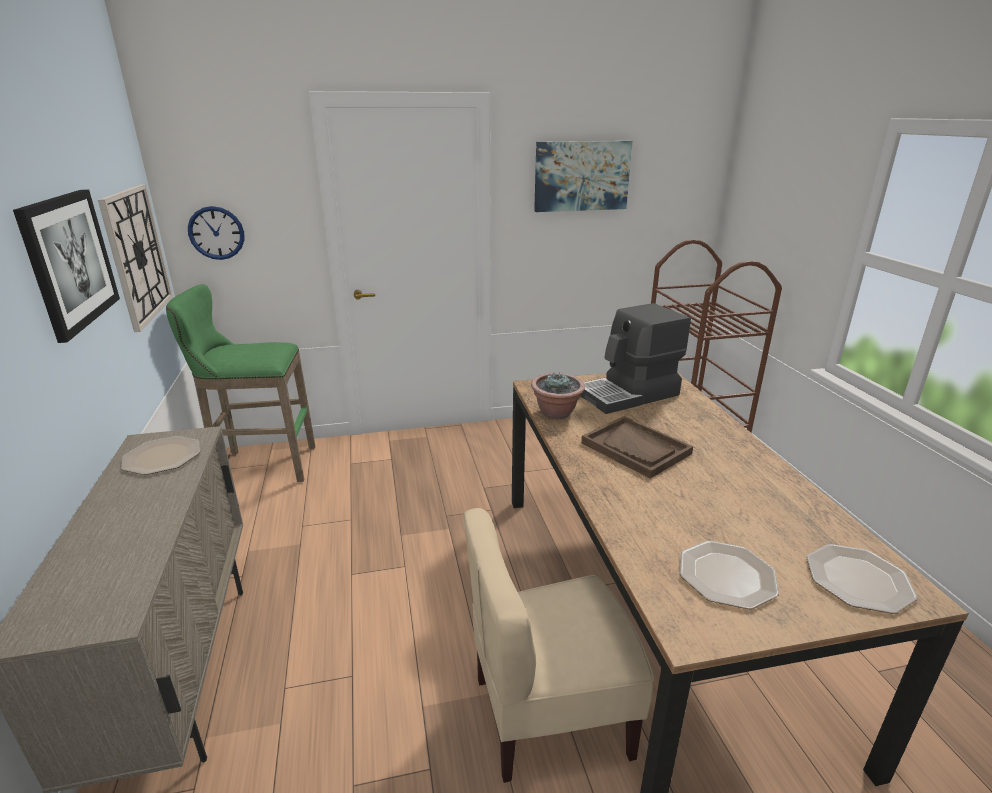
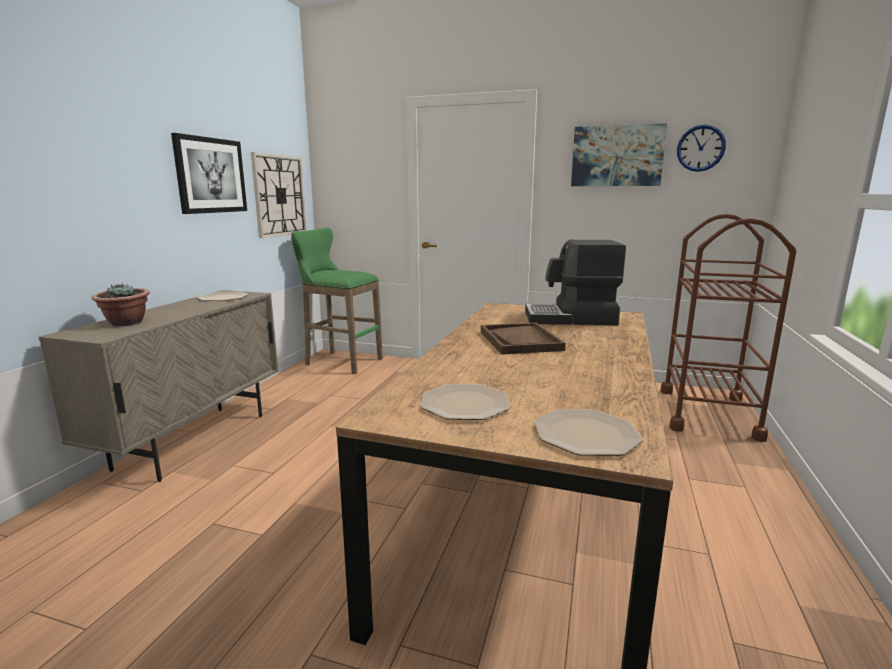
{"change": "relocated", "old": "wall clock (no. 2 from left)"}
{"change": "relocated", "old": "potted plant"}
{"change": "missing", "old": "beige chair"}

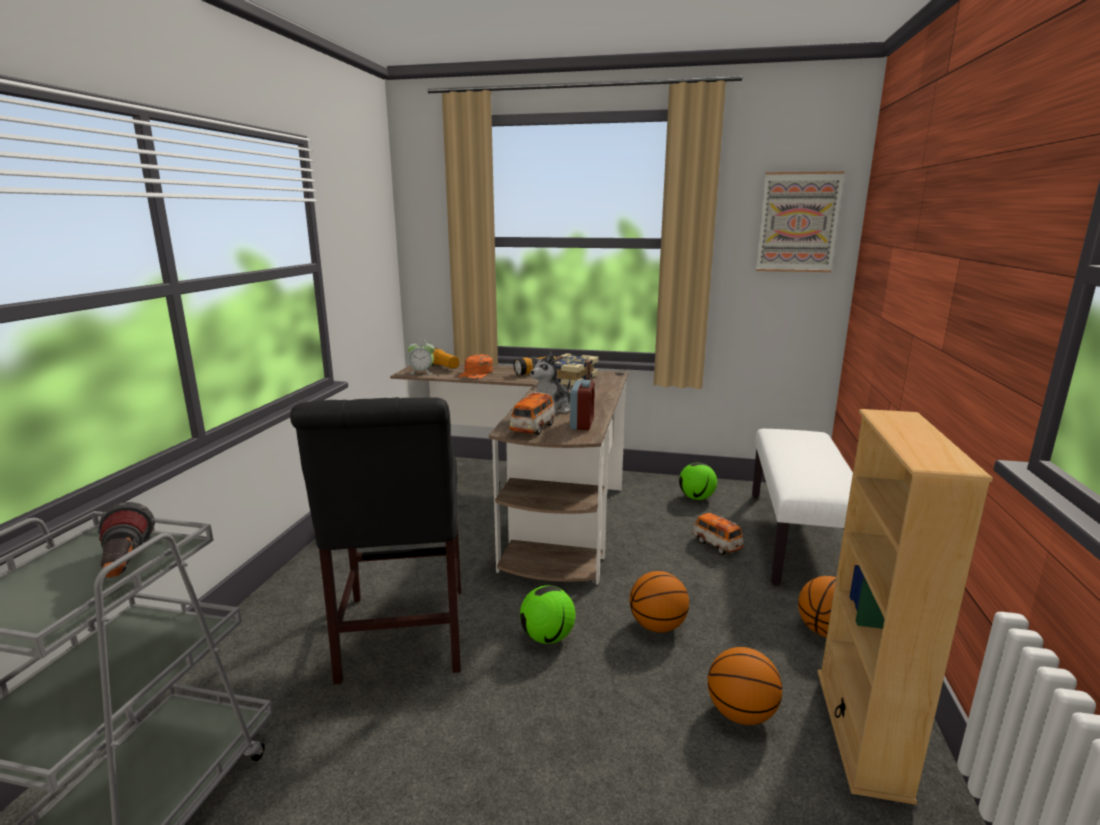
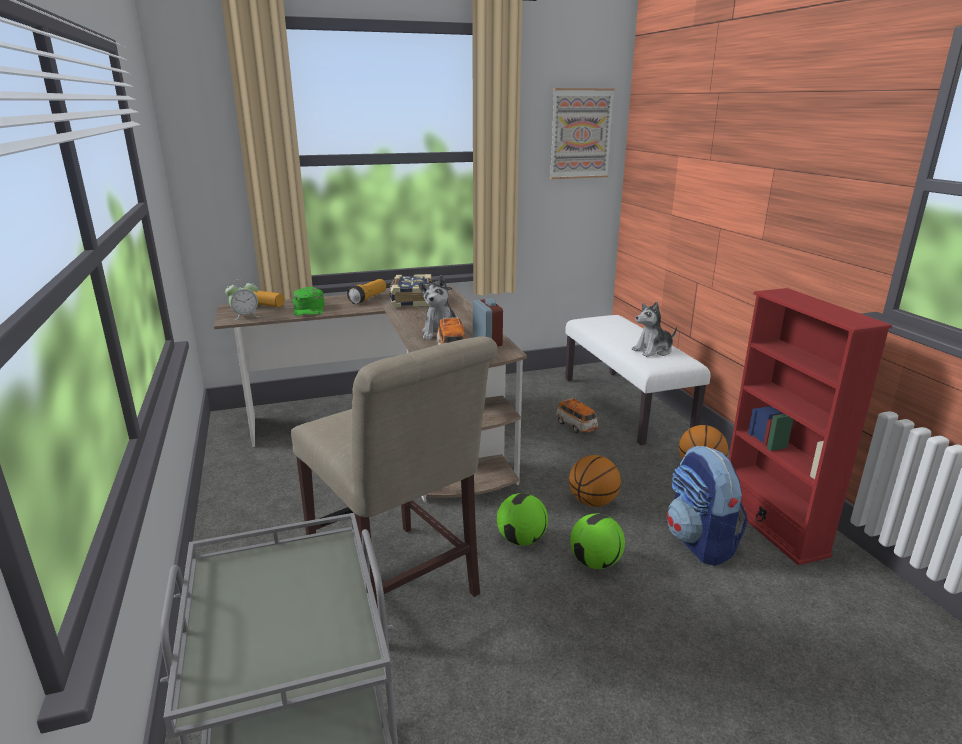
{"change": "colour", "old": "orange cap", "new": "green cap"}
{"change": "colour", "old": "black chair", "new": "beige chair"}
{"change": "colour", "old": "beige bookcase", "new": "red bookcase"}
{"change": "relocated", "old": "football (no. 2 from left)"}
{"change": "missing", "old": "flashlight (no. 1 from left)"}
{"change": "spun", "old": "toy car (no. 2 from left)", "degrees": -150}
{"change": "exchanged", "old": "basketball (no. 2 from left)", "new": "backpack"}
{"change": "appeared", "new": "plush toy (no. 2 from left)"}

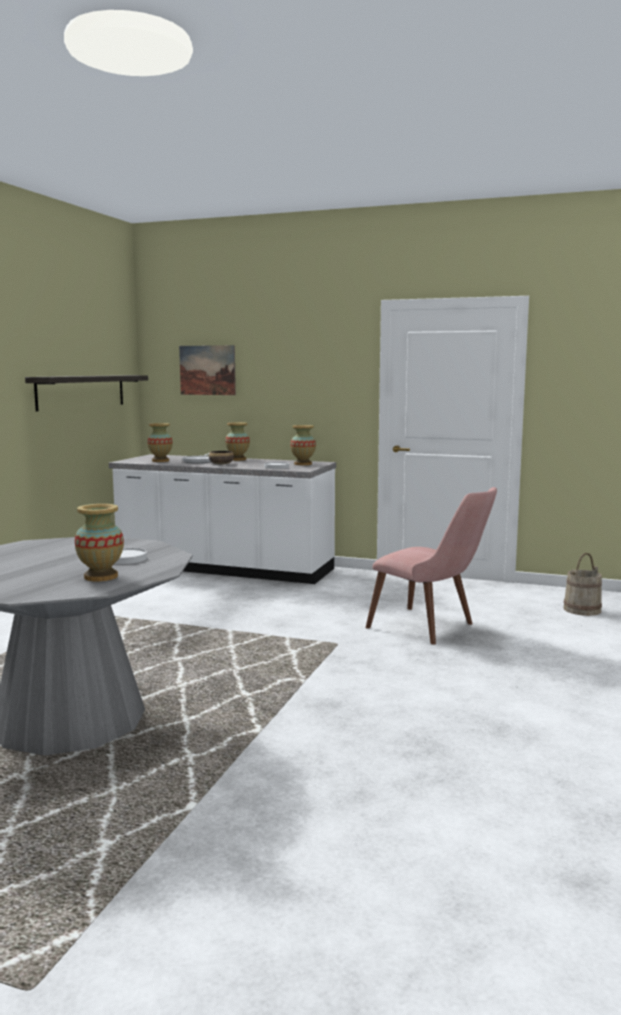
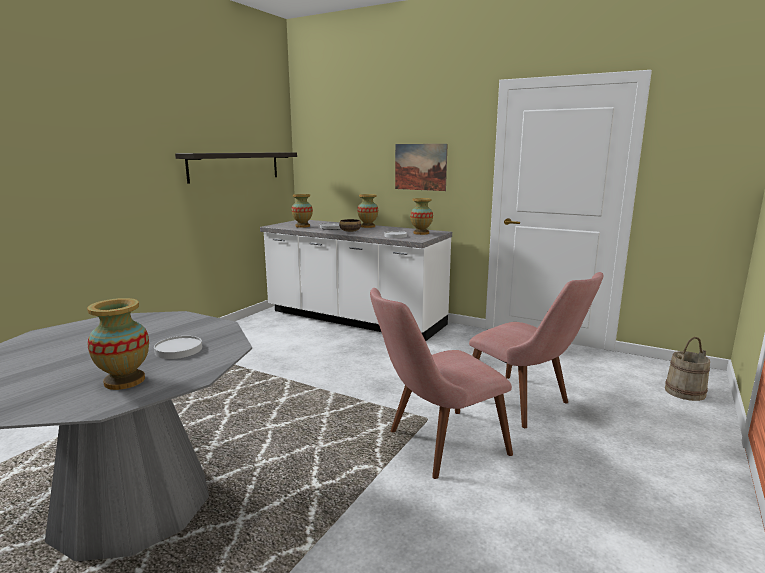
{"change": "relocated", "old": "picture"}
{"change": "appeared", "new": "pink chair (no. 1 from left)"}

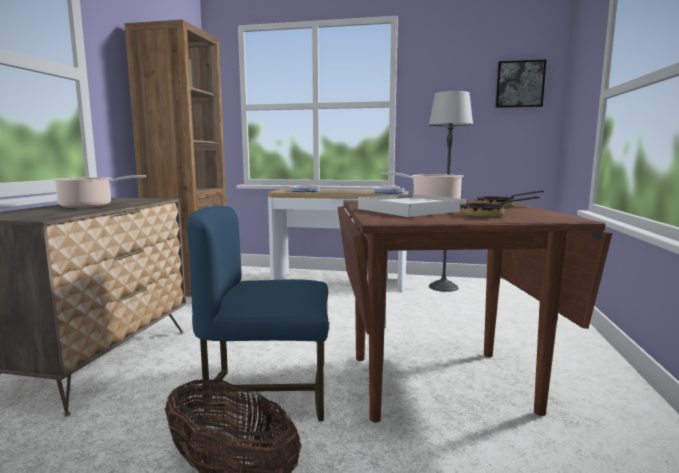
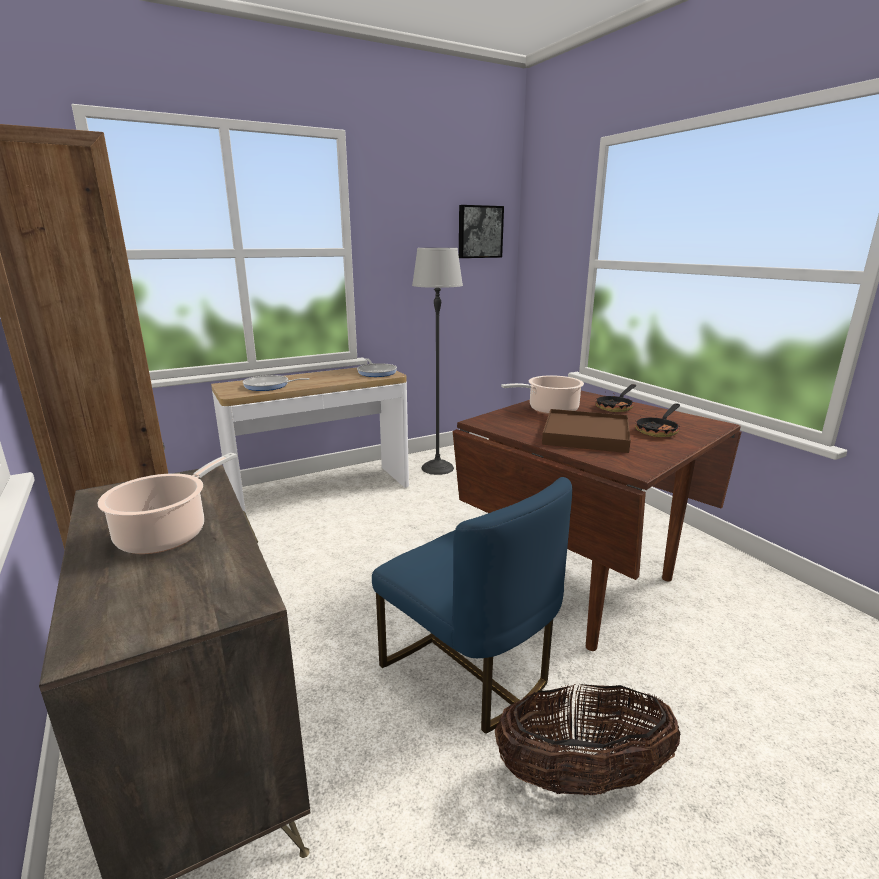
{"change": "colour", "old": "white tray", "new": "brown tray"}
{"change": "spun", "old": "blue chair", "degrees": -90}

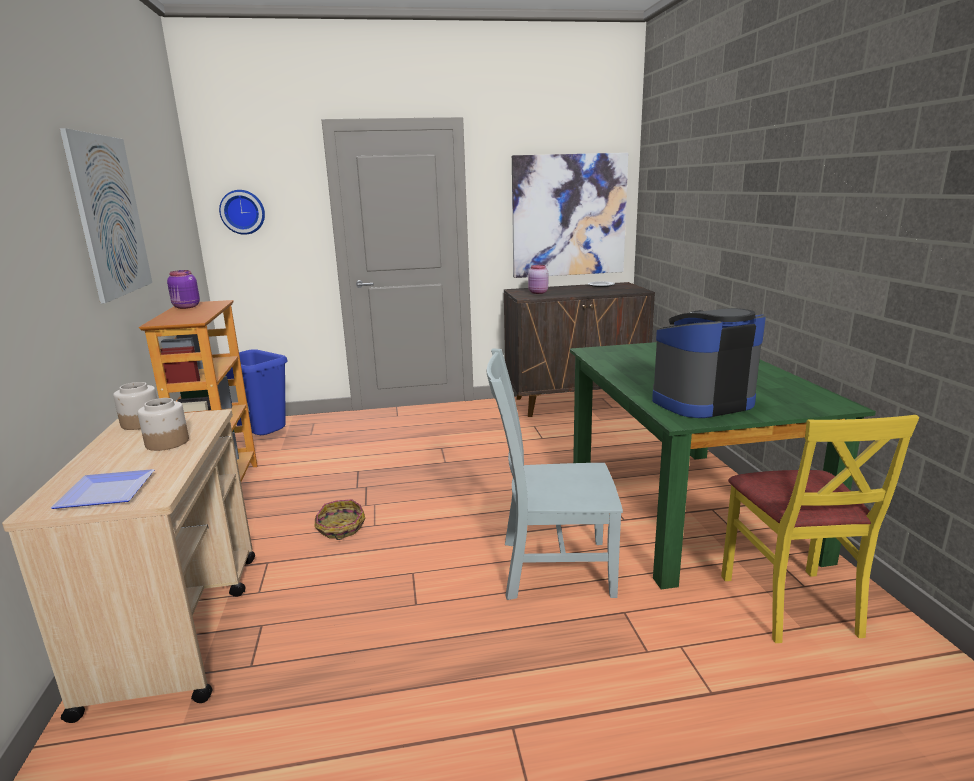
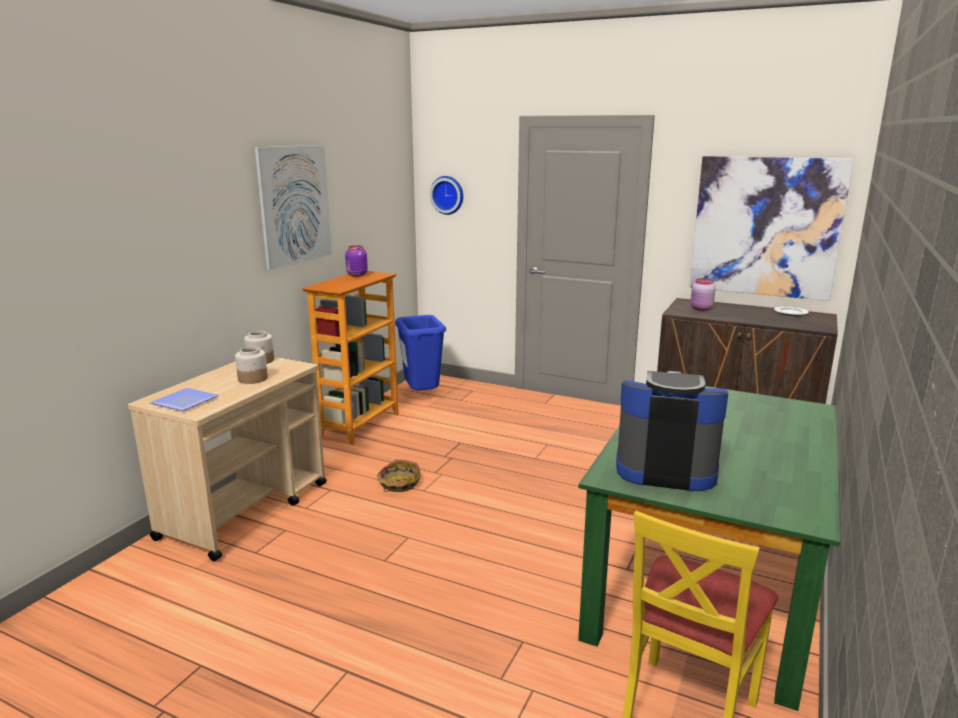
{"change": "missing", "old": "grey chair"}

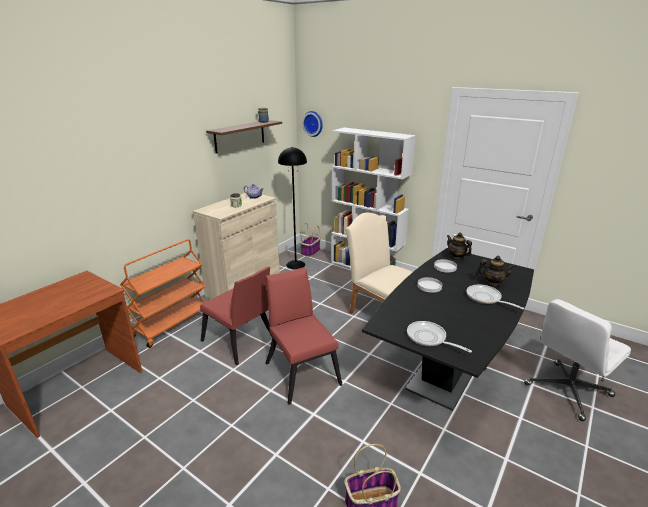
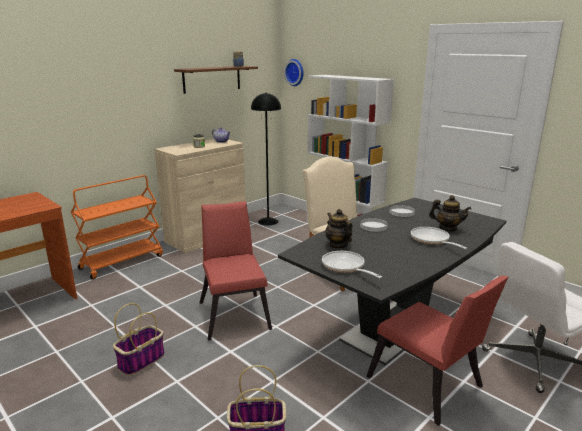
{"change": "relocated", "old": "basket (no. 1 from left)"}
{"change": "relocated", "old": "teapot (no. 2 from left)"}
{"change": "relocated", "old": "red chair (no. 1 from left in the first image)", "new": "red chair (no. 2 from left)"}

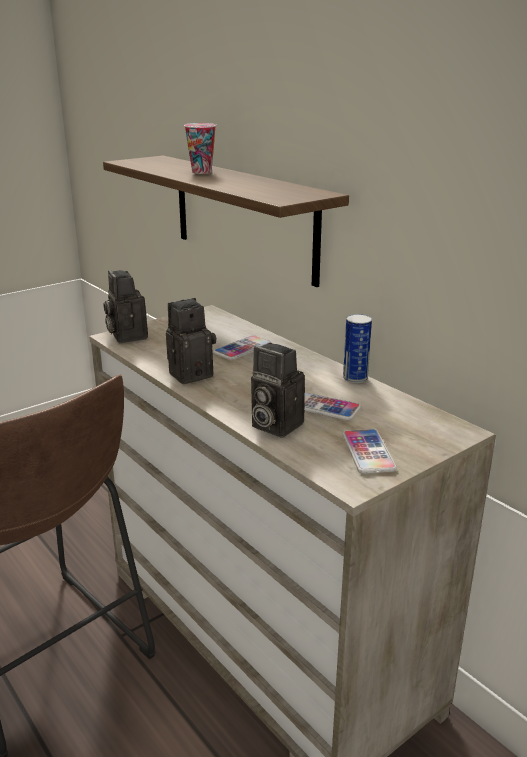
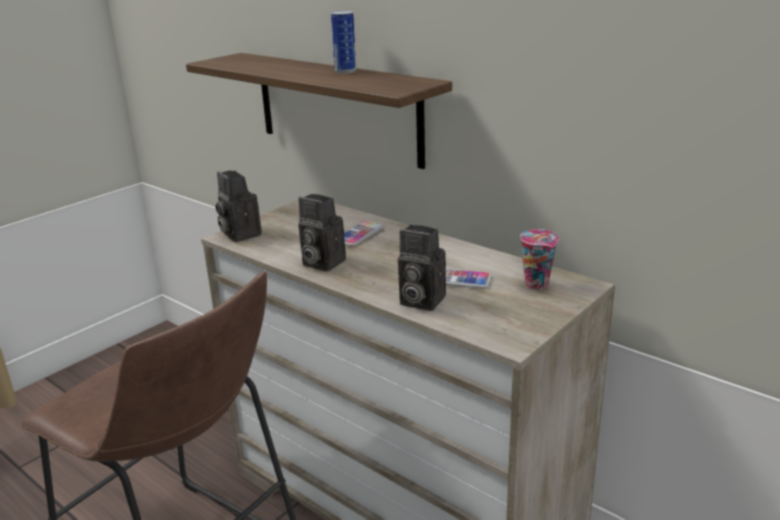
{"change": "relocated", "old": "cup"}
{"change": "spun", "old": "photo camera (no. 2 from left)", "degrees": -105}
{"change": "relocated", "old": "can"}
{"change": "missing", "old": "phone (no. 3 from left)"}

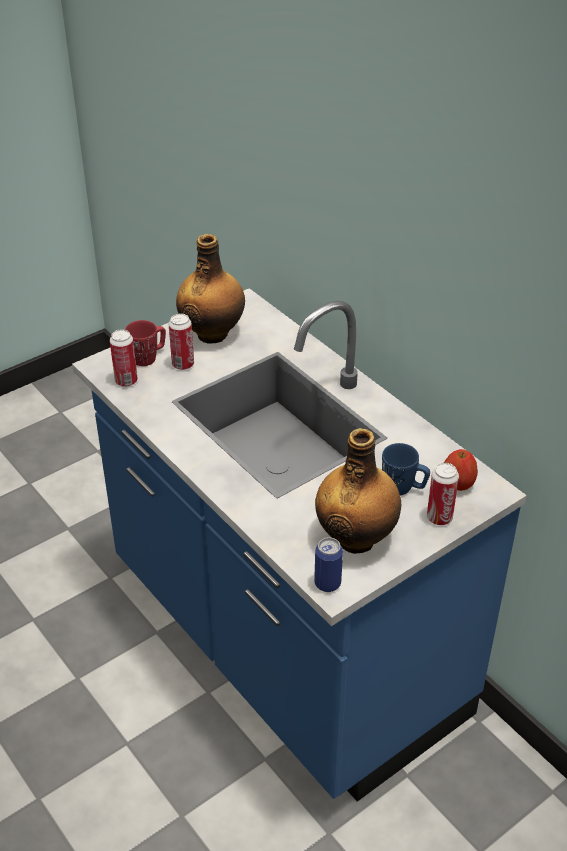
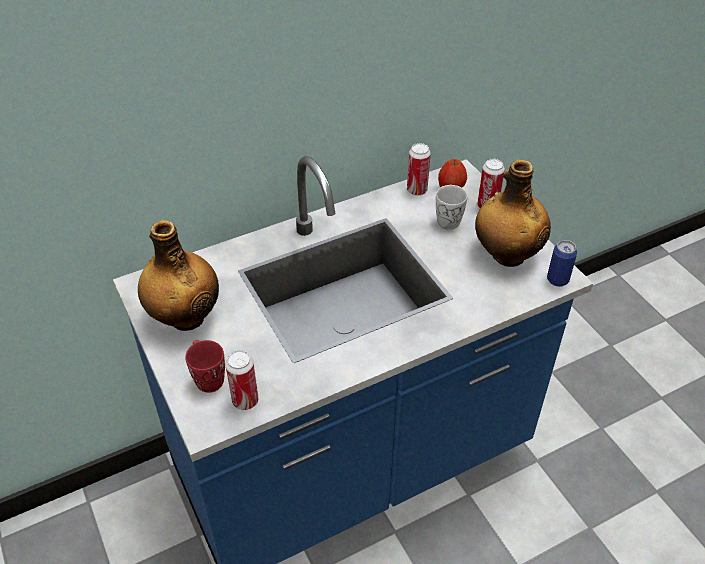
{"change": "relocated", "old": "can (no. 2 from left)"}
{"change": "colour", "old": "blue mug", "new": "white mug"}

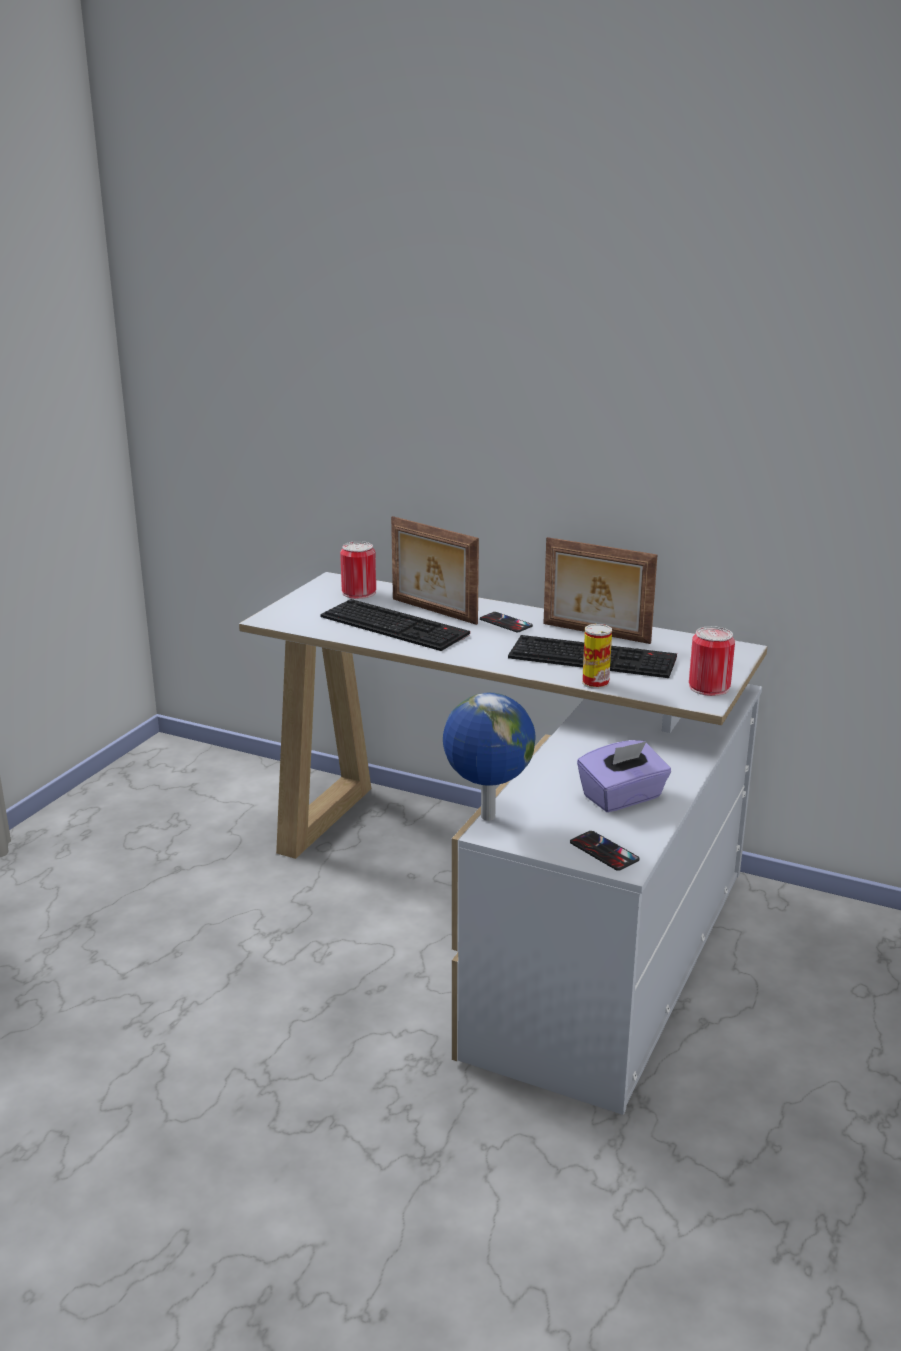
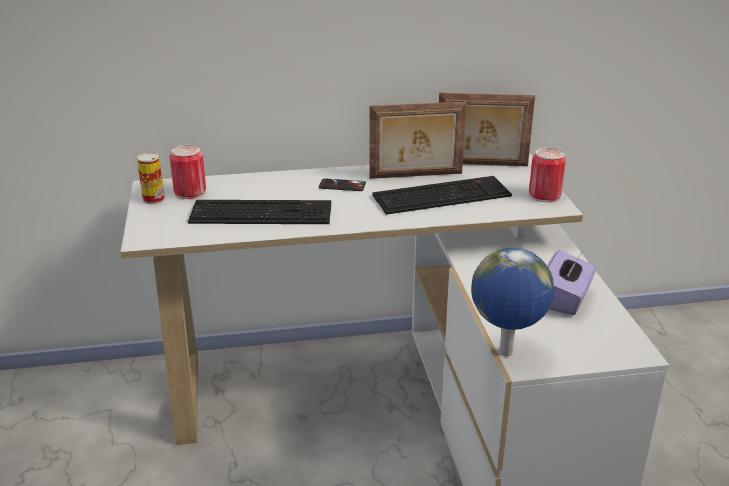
{"change": "relocated", "old": "picture frame (no. 1 from left in the first image)", "new": "picture frame (no. 2 from left)"}
{"change": "relocated", "old": "can (no. 2 from left in the first image)", "new": "can (no. 1 from left)"}
{"change": "missing", "old": "phone (no. 2 from left)"}

